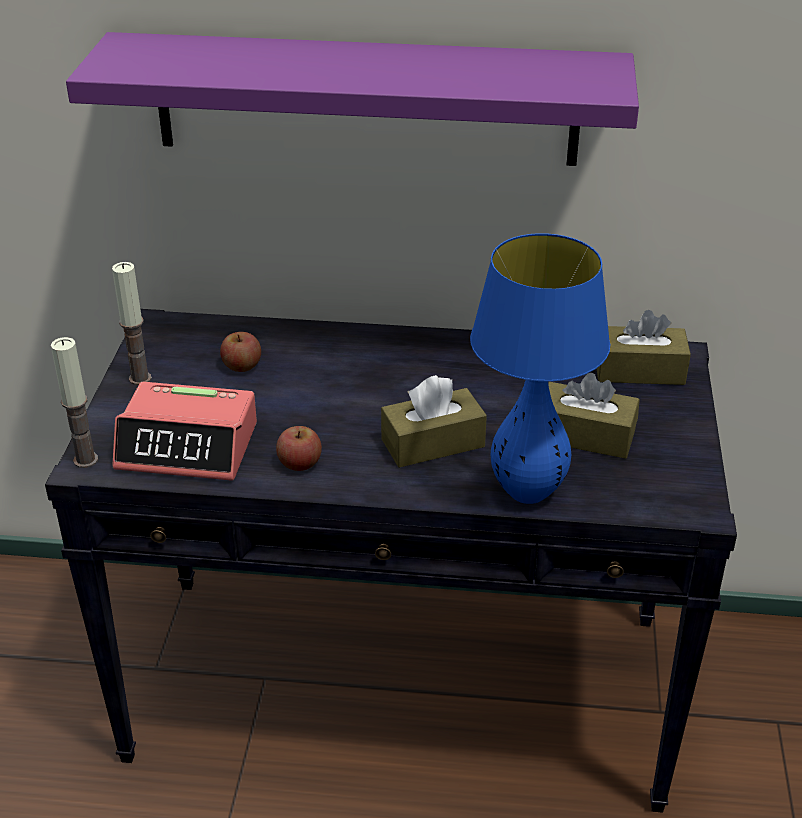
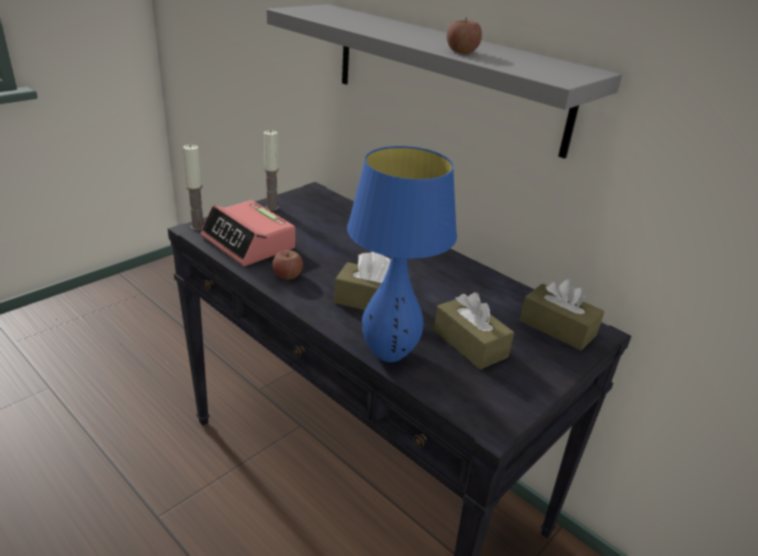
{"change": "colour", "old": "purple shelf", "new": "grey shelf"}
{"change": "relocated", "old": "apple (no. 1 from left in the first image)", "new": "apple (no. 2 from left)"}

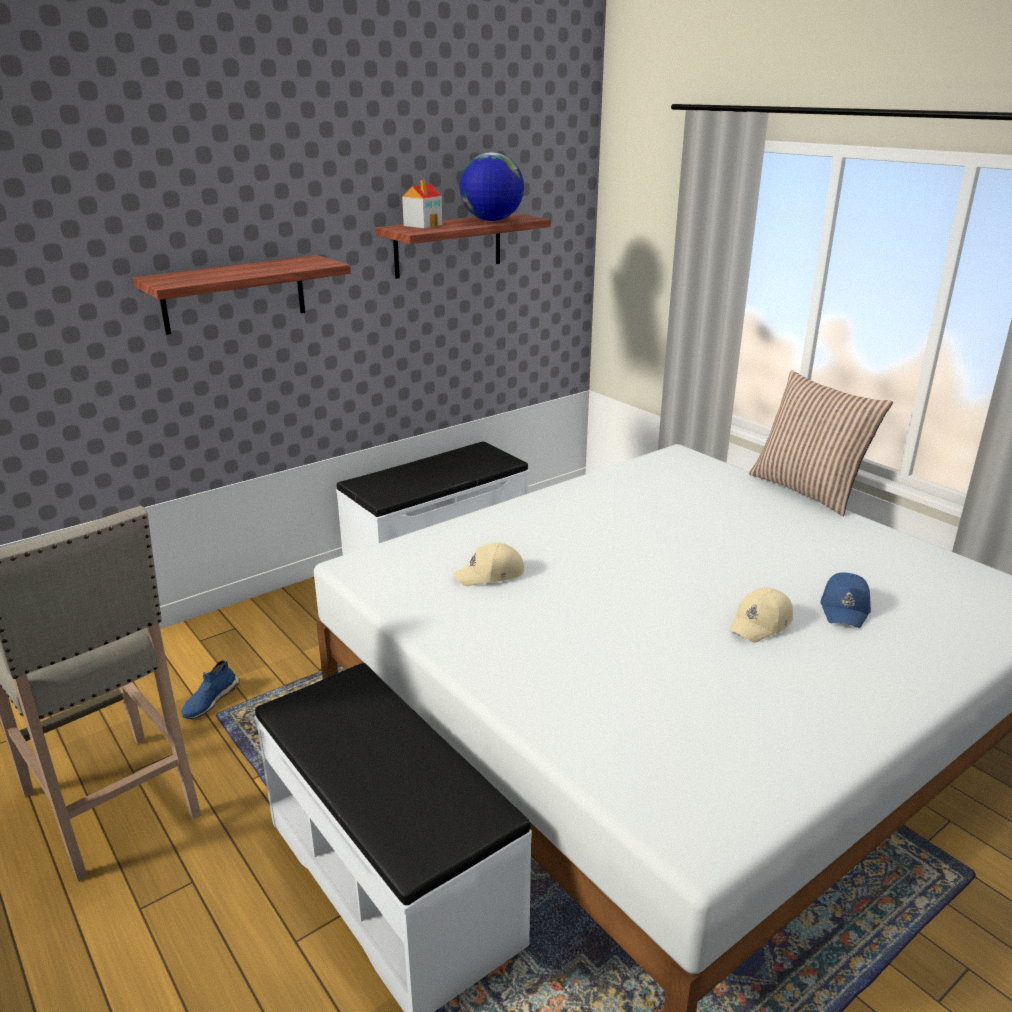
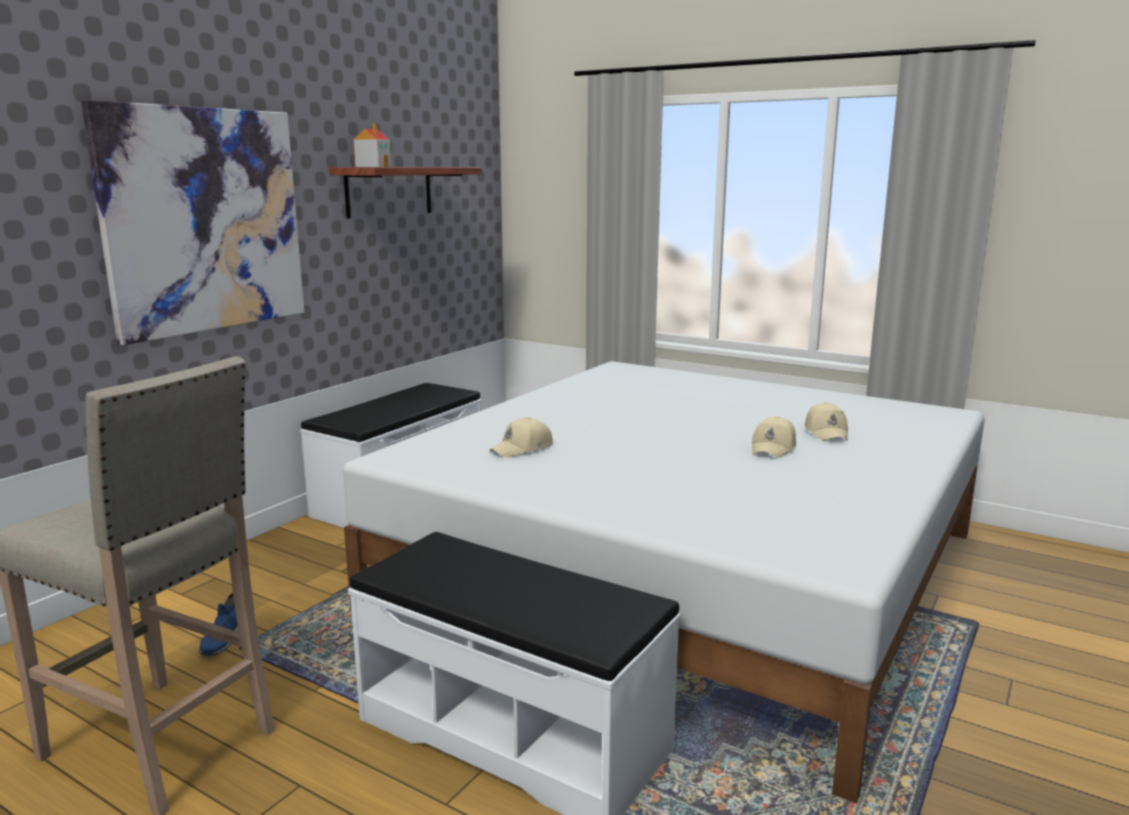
{"change": "missing", "old": "globe"}
{"change": "exchanged", "old": "shelf (no. 1 from left)", "new": "picture"}
{"change": "missing", "old": "pillow"}
{"change": "colour", "old": "blue cap", "new": "beige cap (no. 3 from left)"}

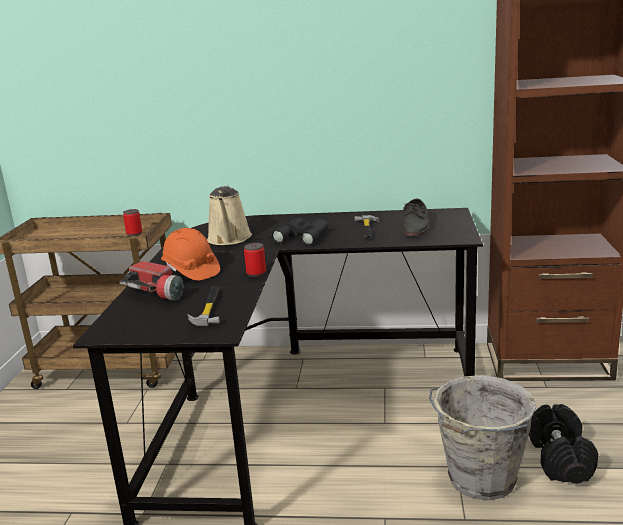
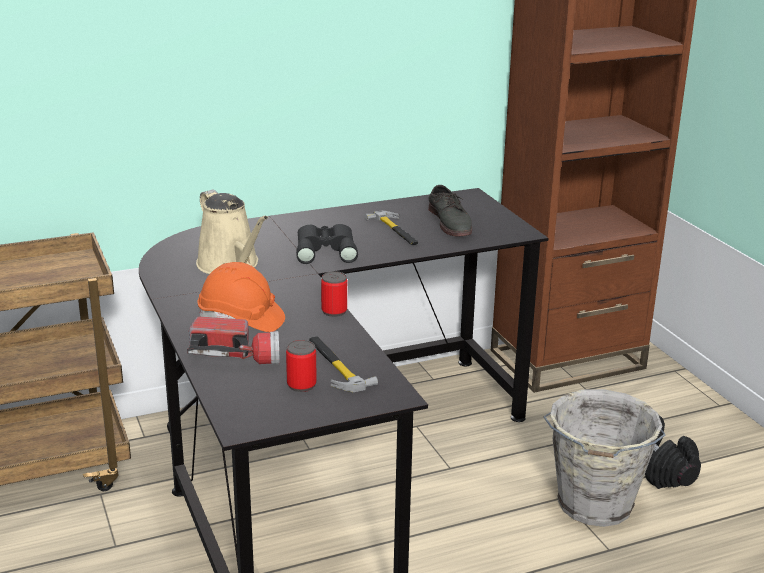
{"change": "relocated", "old": "can (no. 1 from left)"}

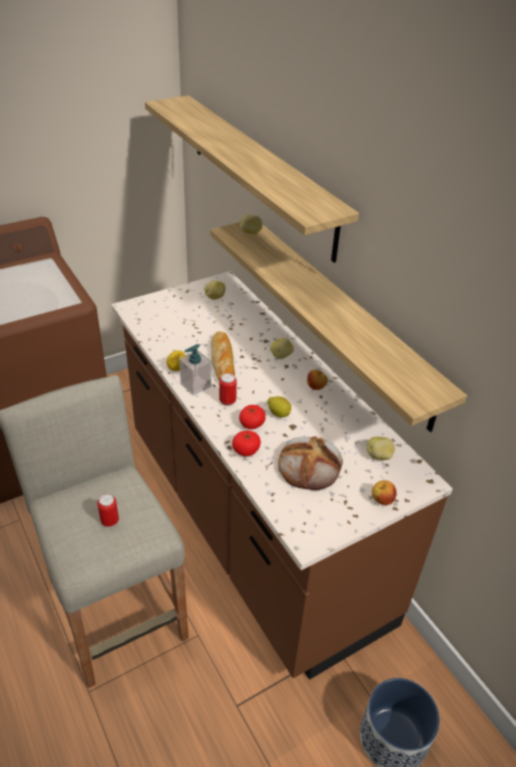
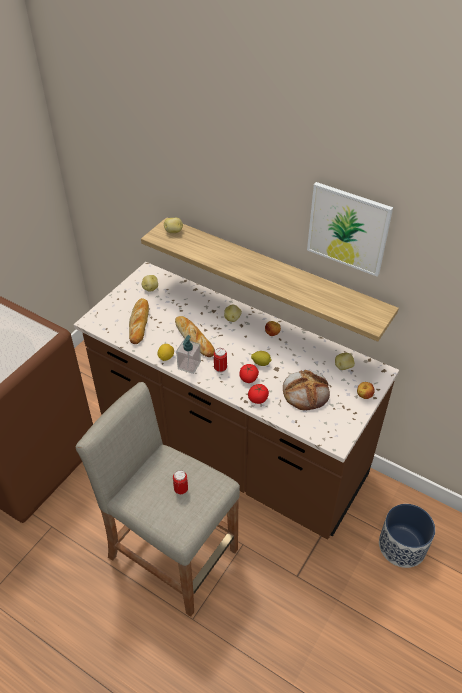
{"change": "missing", "old": "shelf (no. 1 from left)"}
{"change": "appeared", "new": "picture"}
{"change": "appeared", "new": "bread (no. 1 from left)"}

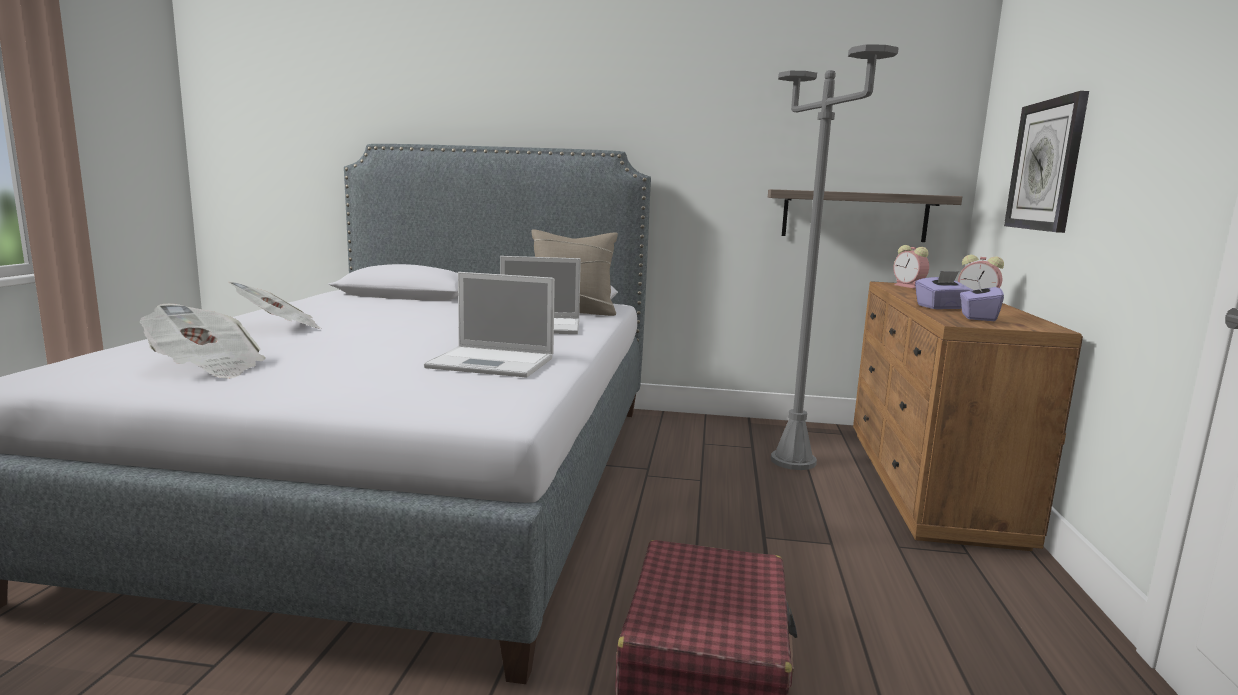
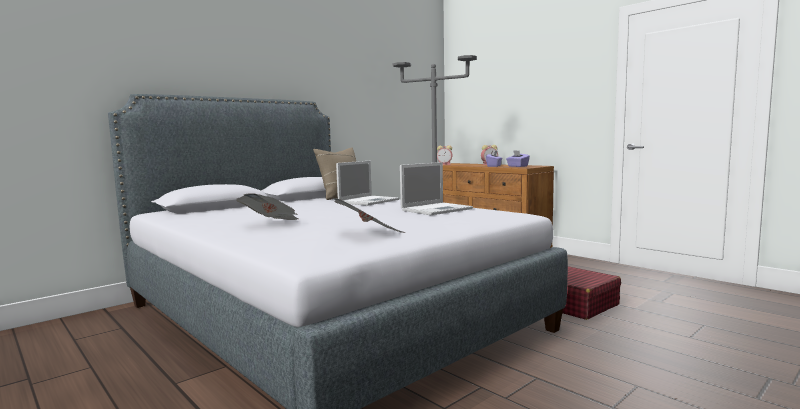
{"change": "missing", "old": "wall clock"}
{"change": "missing", "old": "shelf"}

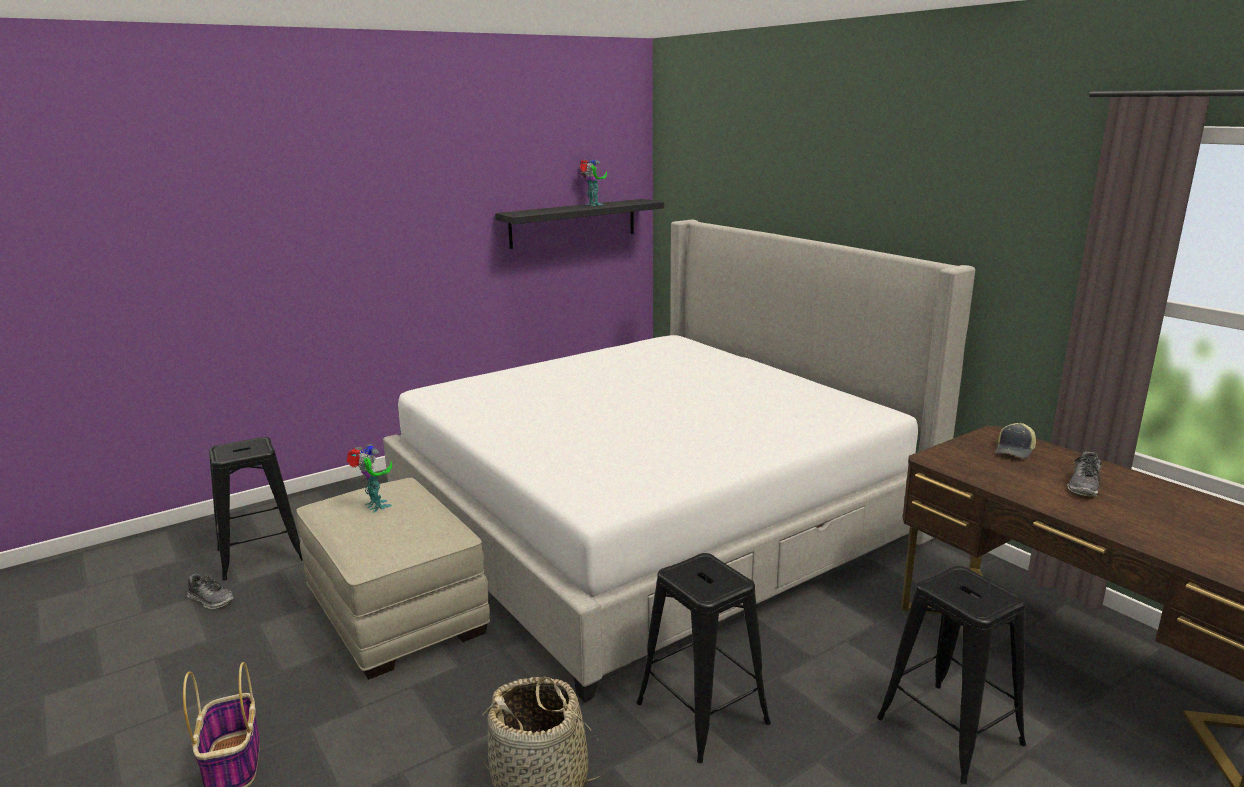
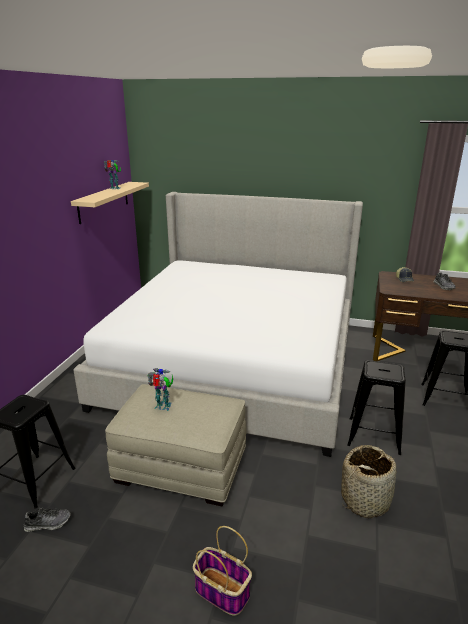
{"change": "colour", "old": "black shelf", "new": "beige shelf"}

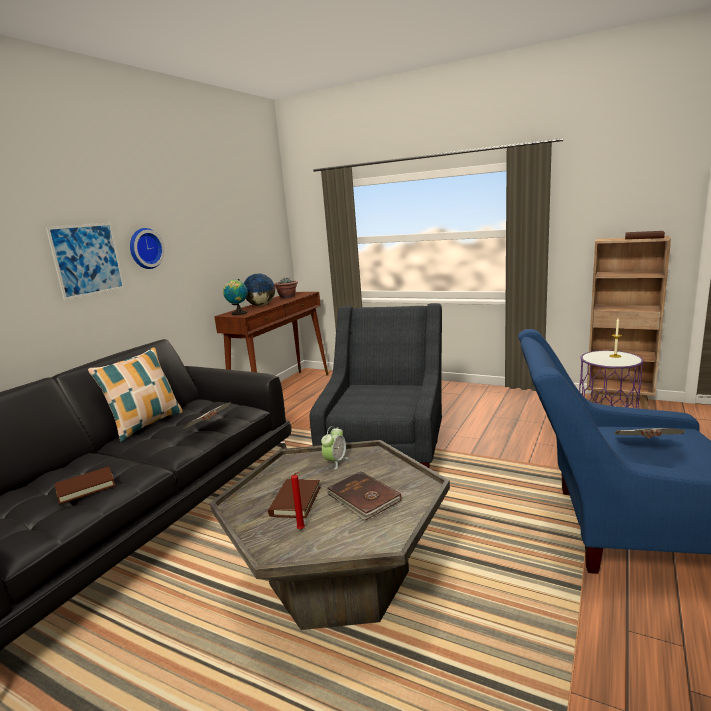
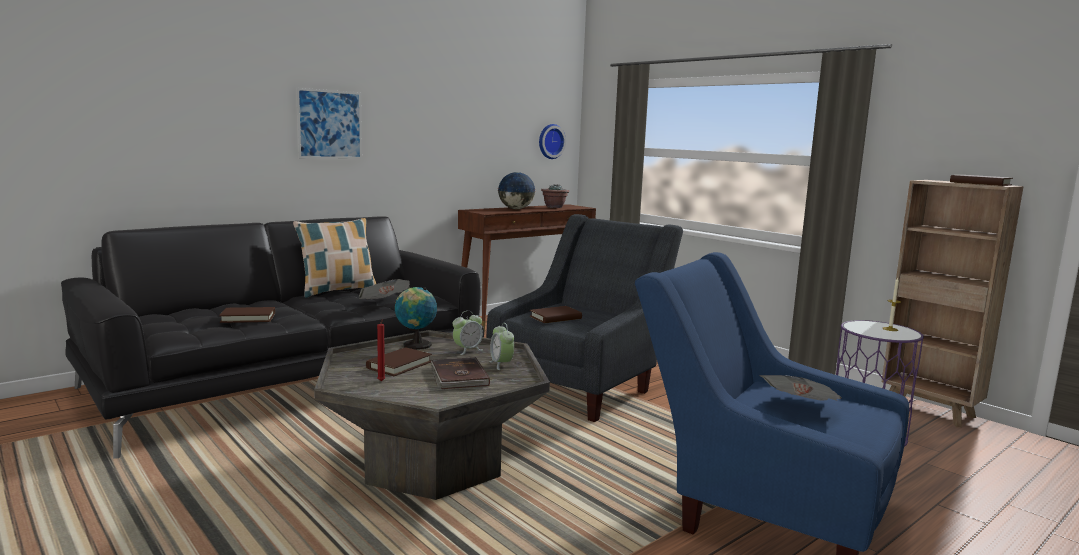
{"change": "relocated", "old": "wall clock"}
{"change": "relocated", "old": "globe (no. 1 from left)"}
{"change": "appeared", "new": "brown book (no. 4 from left)"}
{"change": "appeared", "new": "alarm clock (no. 2 from left)"}

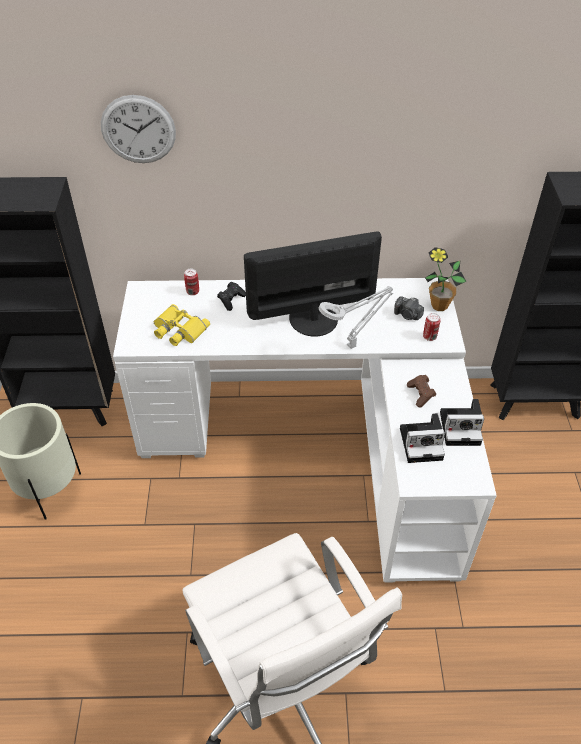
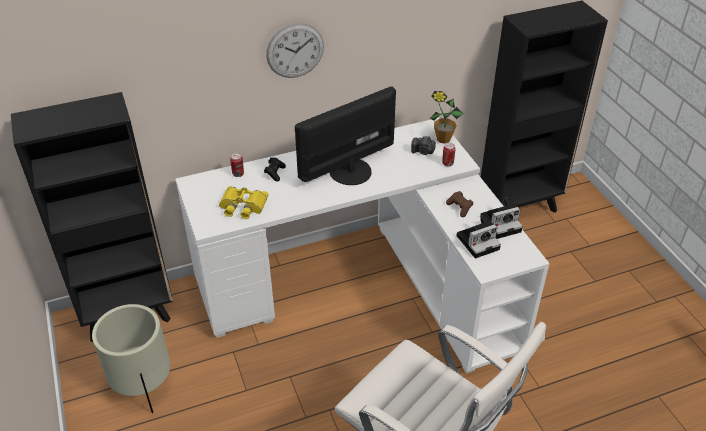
{"change": "relocated", "old": "wall clock"}
{"change": "missing", "old": "grey table lamp"}

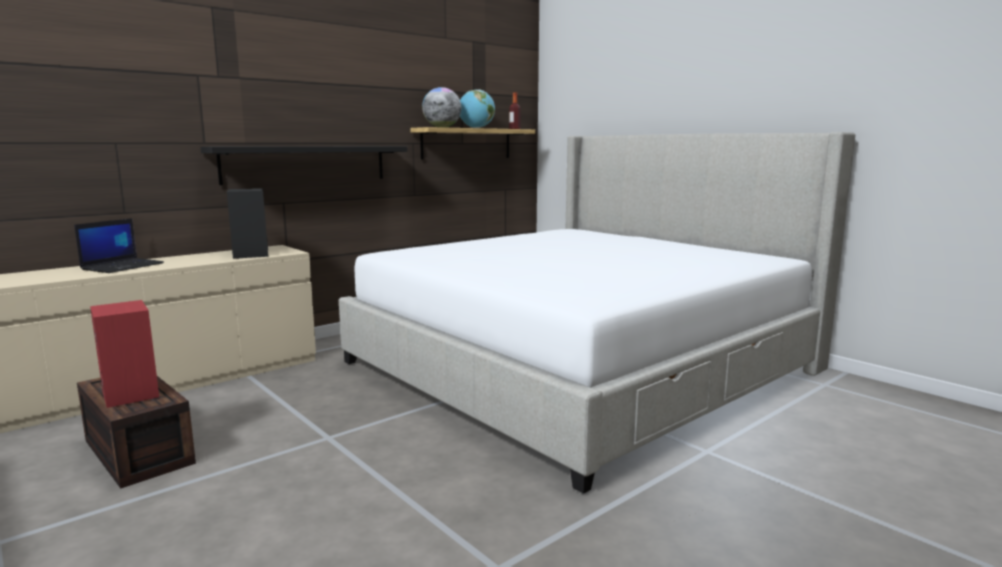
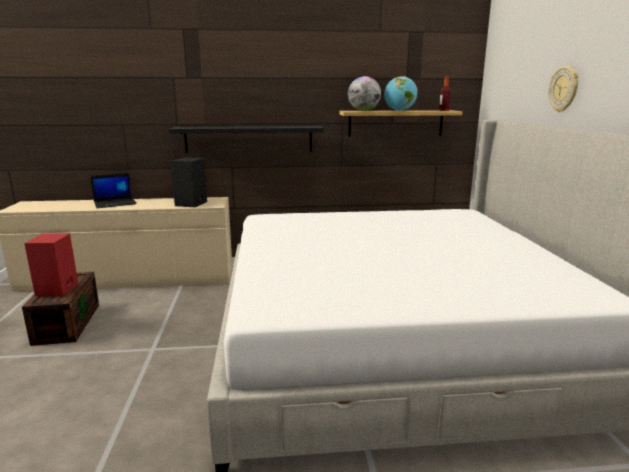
{"change": "appeared", "new": "wall clock"}

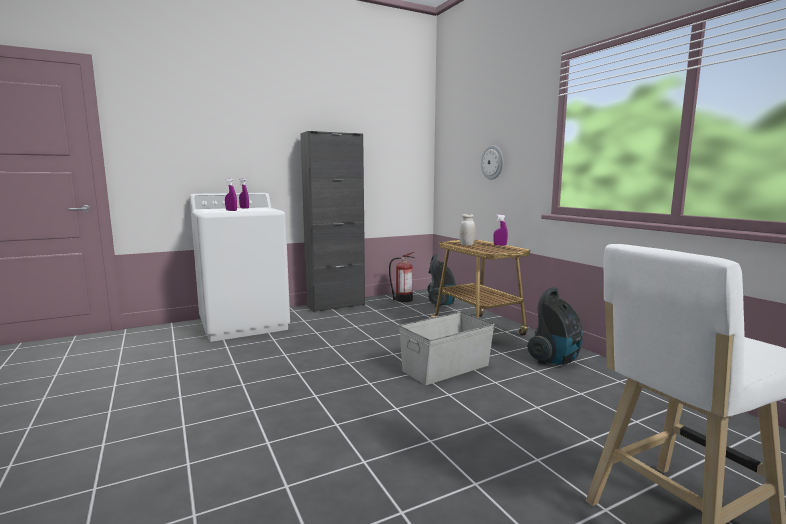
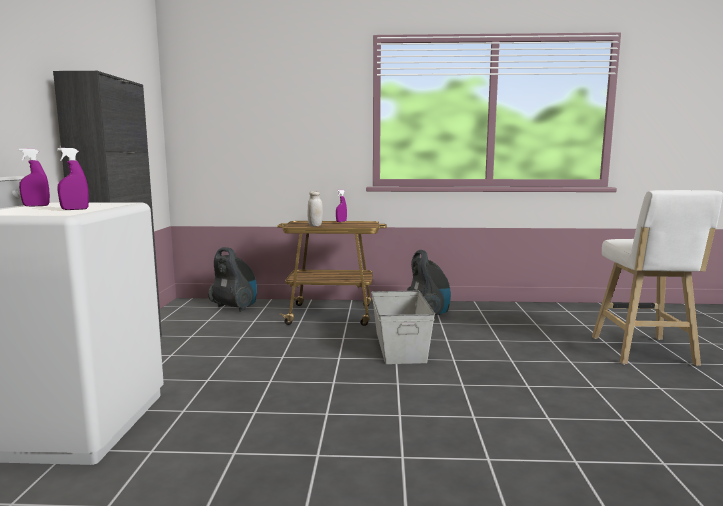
{"change": "missing", "old": "wall clock"}
{"change": "missing", "old": "fire extinguisher"}

